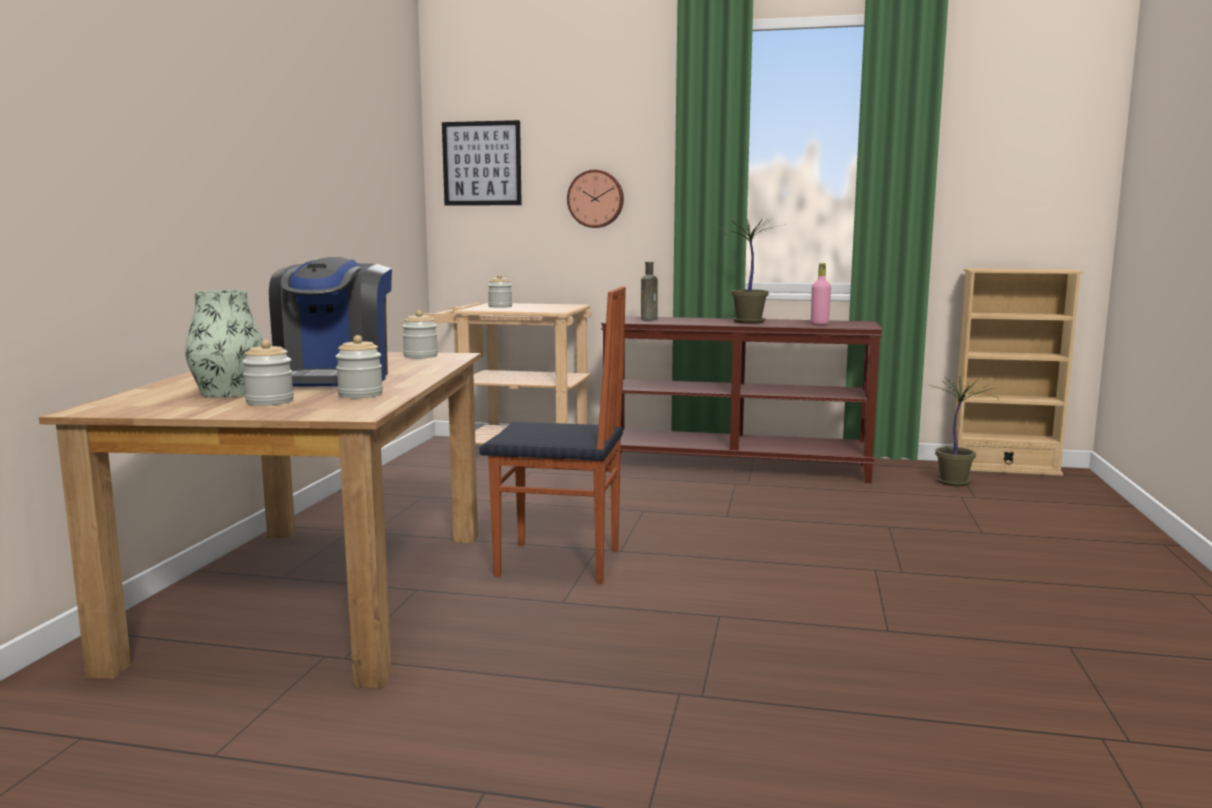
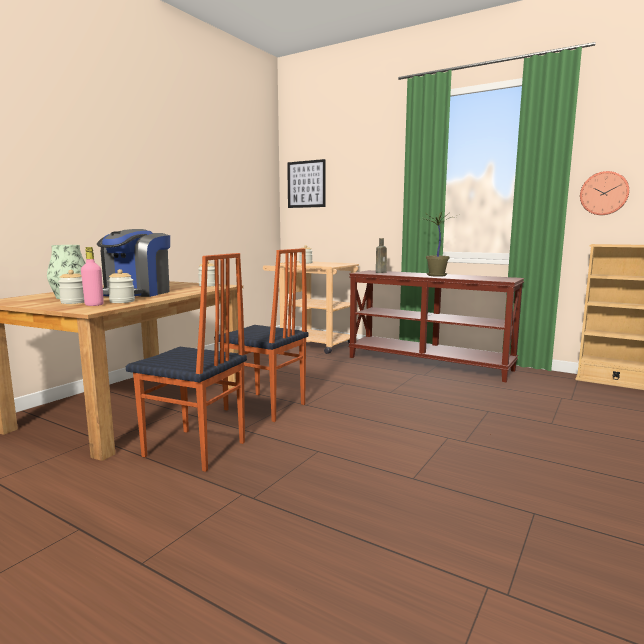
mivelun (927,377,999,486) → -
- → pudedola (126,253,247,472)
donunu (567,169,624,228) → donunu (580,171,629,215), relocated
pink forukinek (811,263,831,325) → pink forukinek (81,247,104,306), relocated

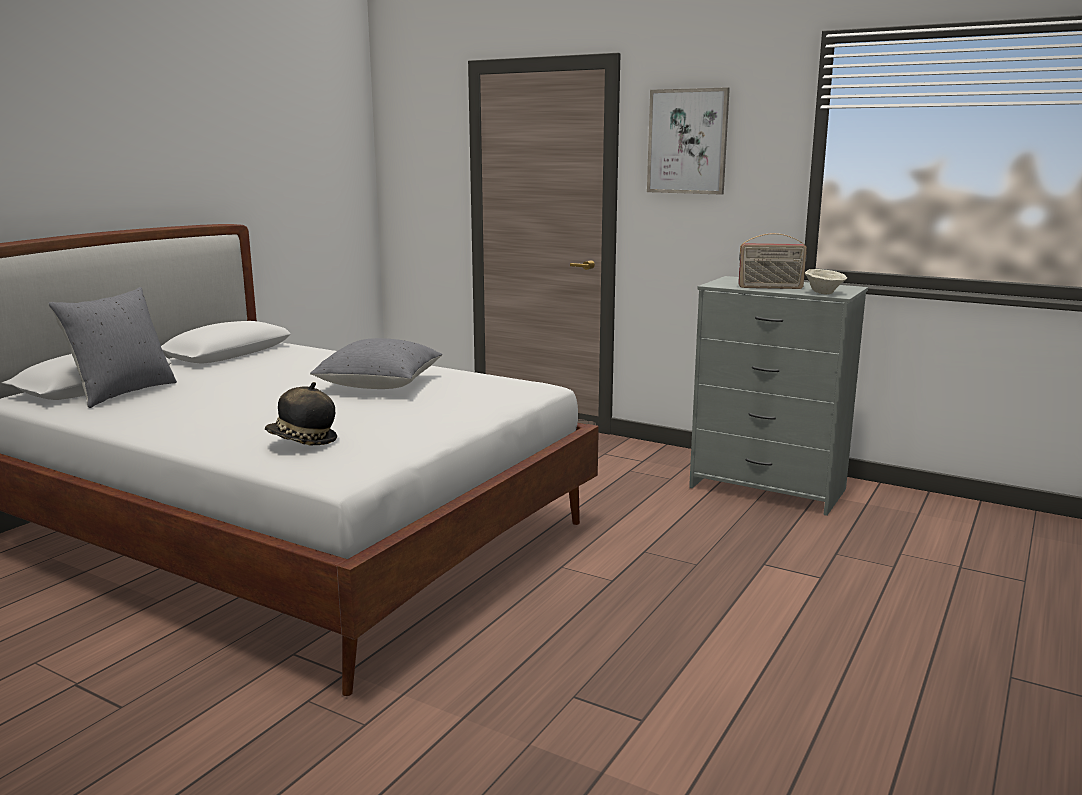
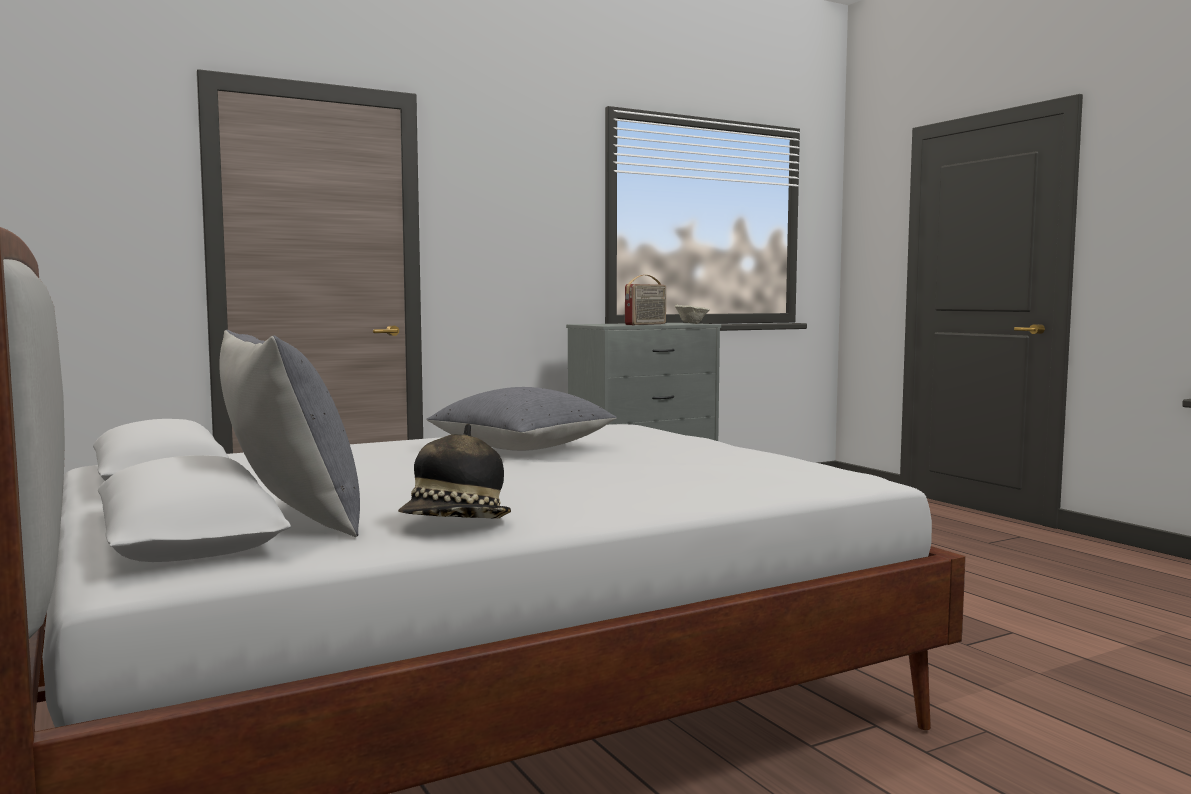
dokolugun (647,87,730,195) → -
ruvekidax (265,382,337,445) → ruvekidax (398,424,511,518), relocated

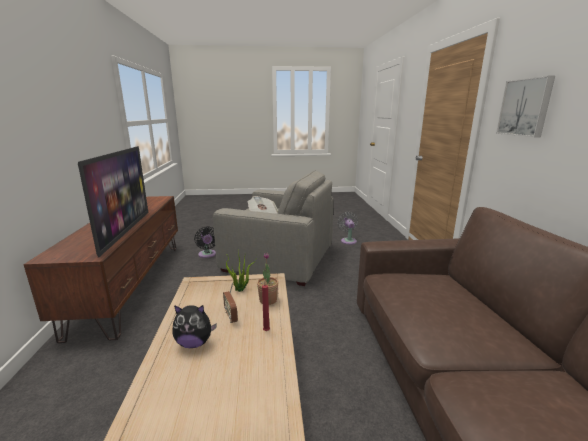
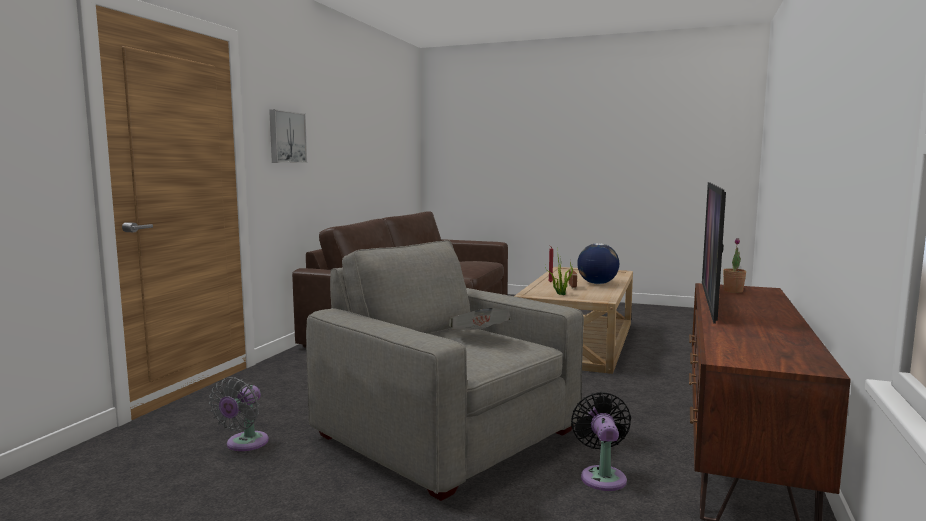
mivelun (257,252,278,305) → mivelun (723,238,746,293), relocated
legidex (172,305,217,348) → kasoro (577,243,619,284)

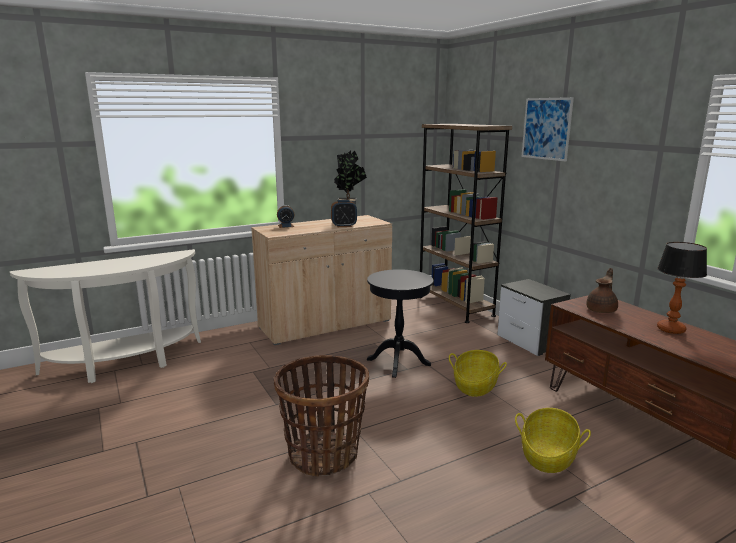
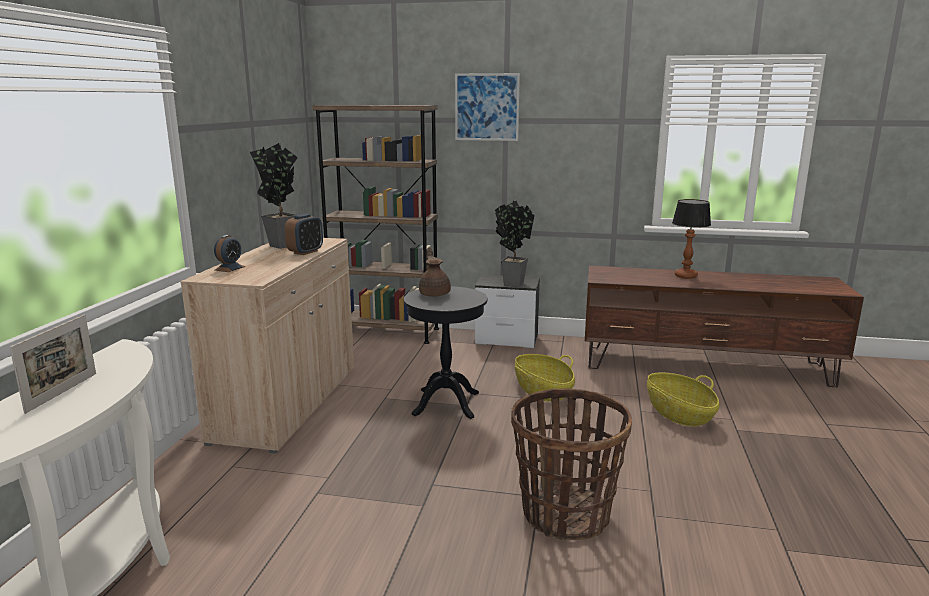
- → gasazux (10,315,96,414)
- → mivelun (495,200,535,287)
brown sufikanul (586,268,618,313) → brown sufikanul (419,247,451,297), relocated

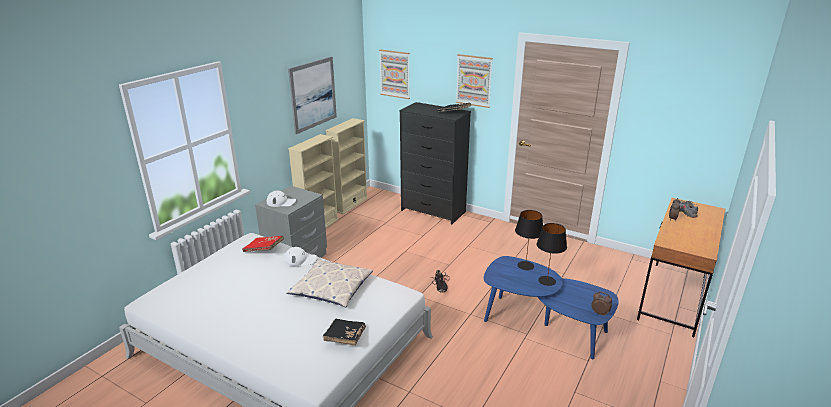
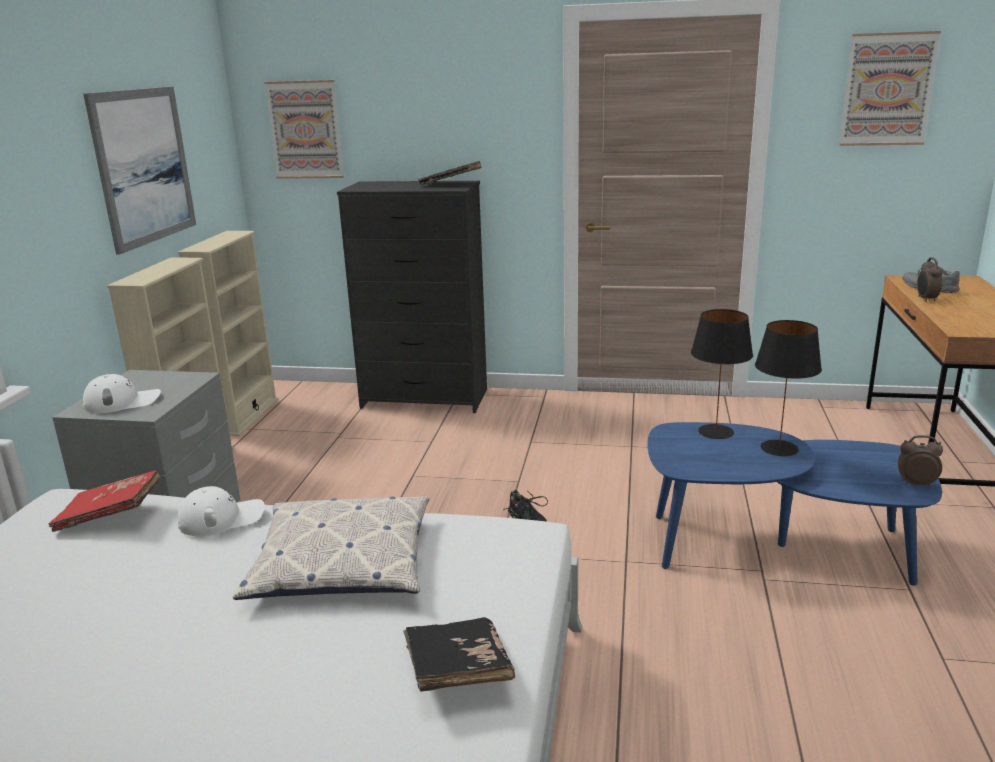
dokolugun (456,54,493,108) → dokolugun (839,31,941,146), relocated

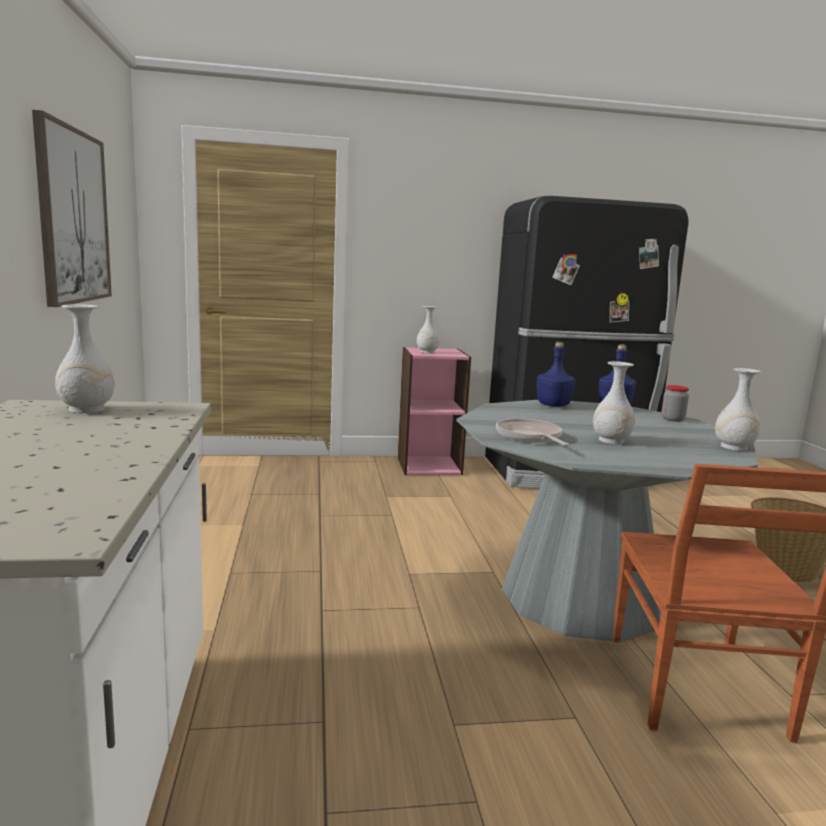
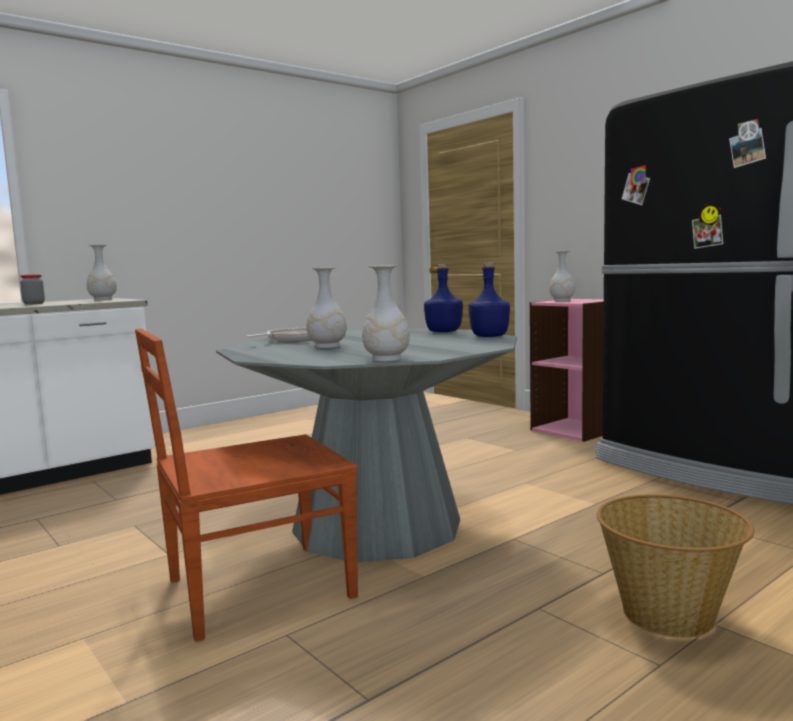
dokolugun (32,110,112,307) → -
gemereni (661,385,689,422) → gemereni (20,274,45,305), relocated

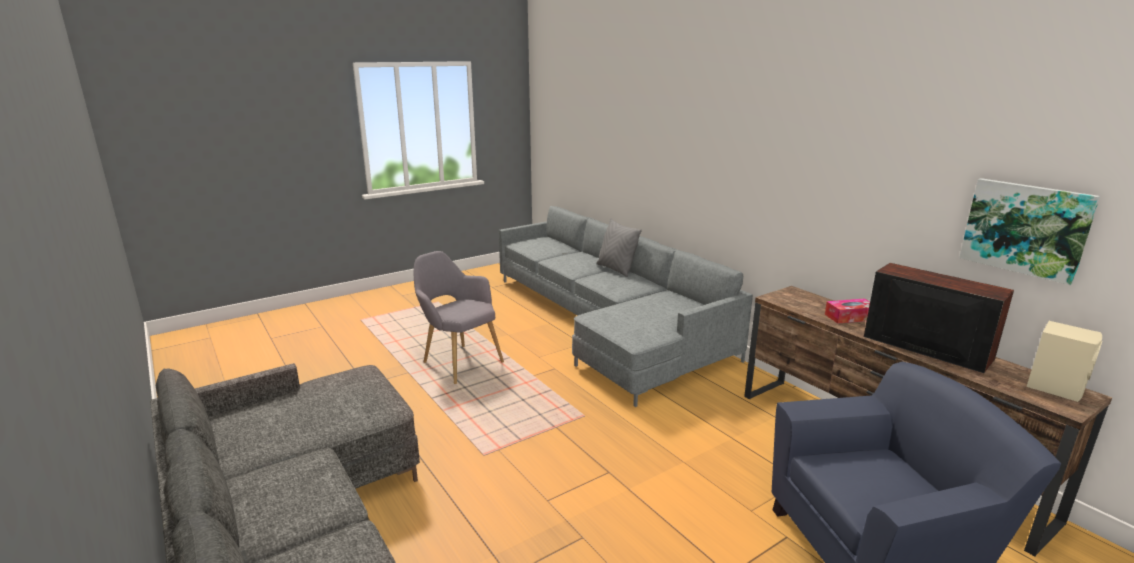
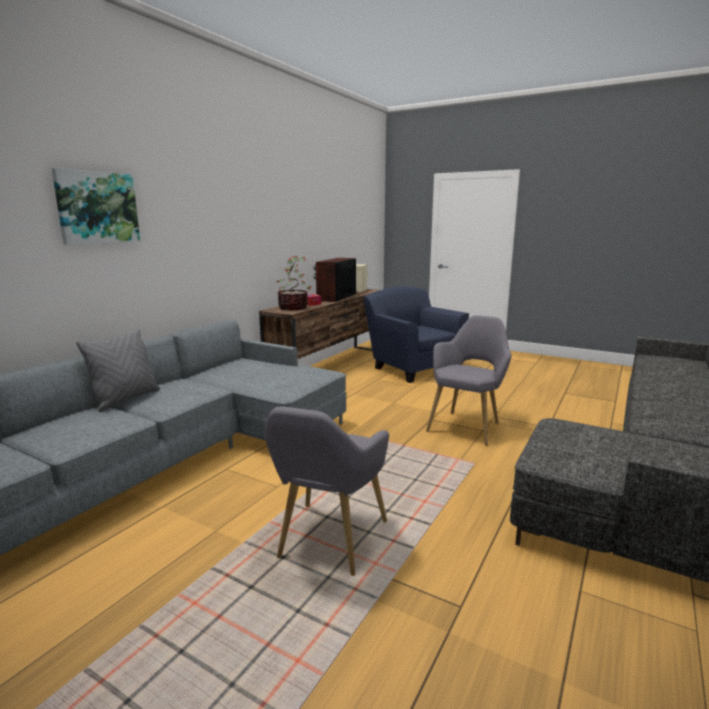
- → mivelun (277,256,312,310)
- → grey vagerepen (426,315,512,446)
dokolugun (959,178,1100,285) → dokolugun (52,168,140,245), relocated

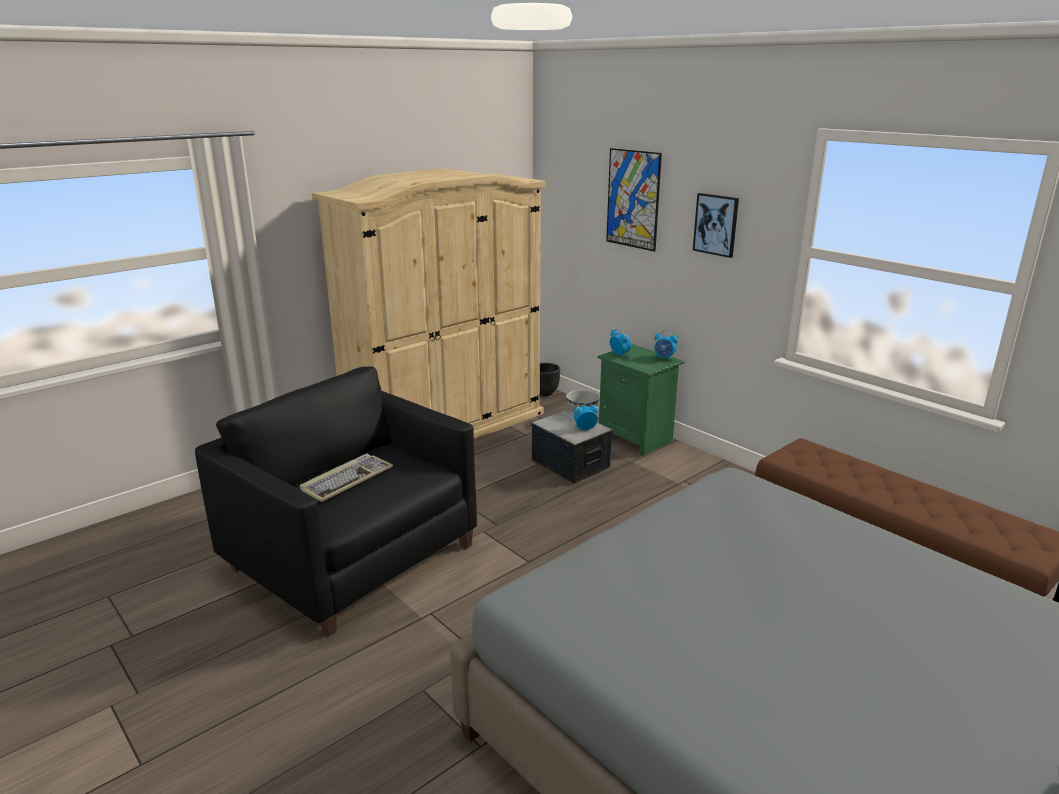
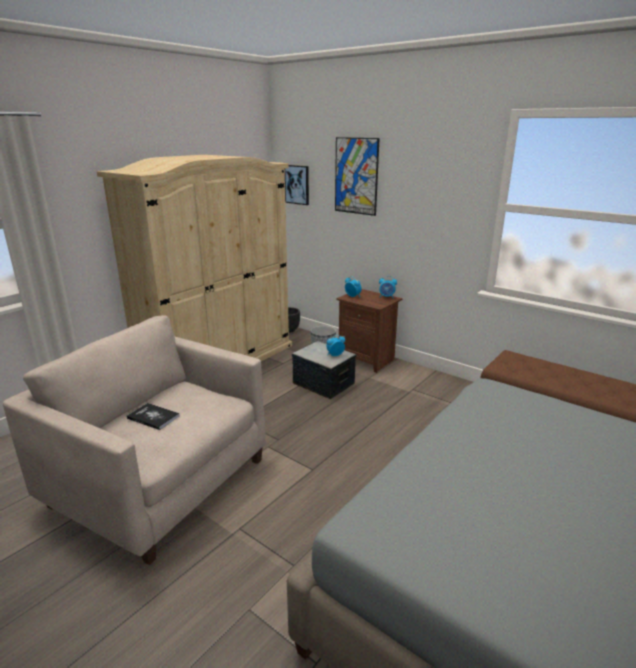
dokolugun (693,193,739,258) → dokolugun (285,165,309,205), relocated
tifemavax (300,454,393,502) → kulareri (127,403,180,430)
black vagerepen (195,366,477,637) → beige vagerepen (3,316,266,565)
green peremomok (597,344,685,456) → brown peremomok (336,289,403,373)

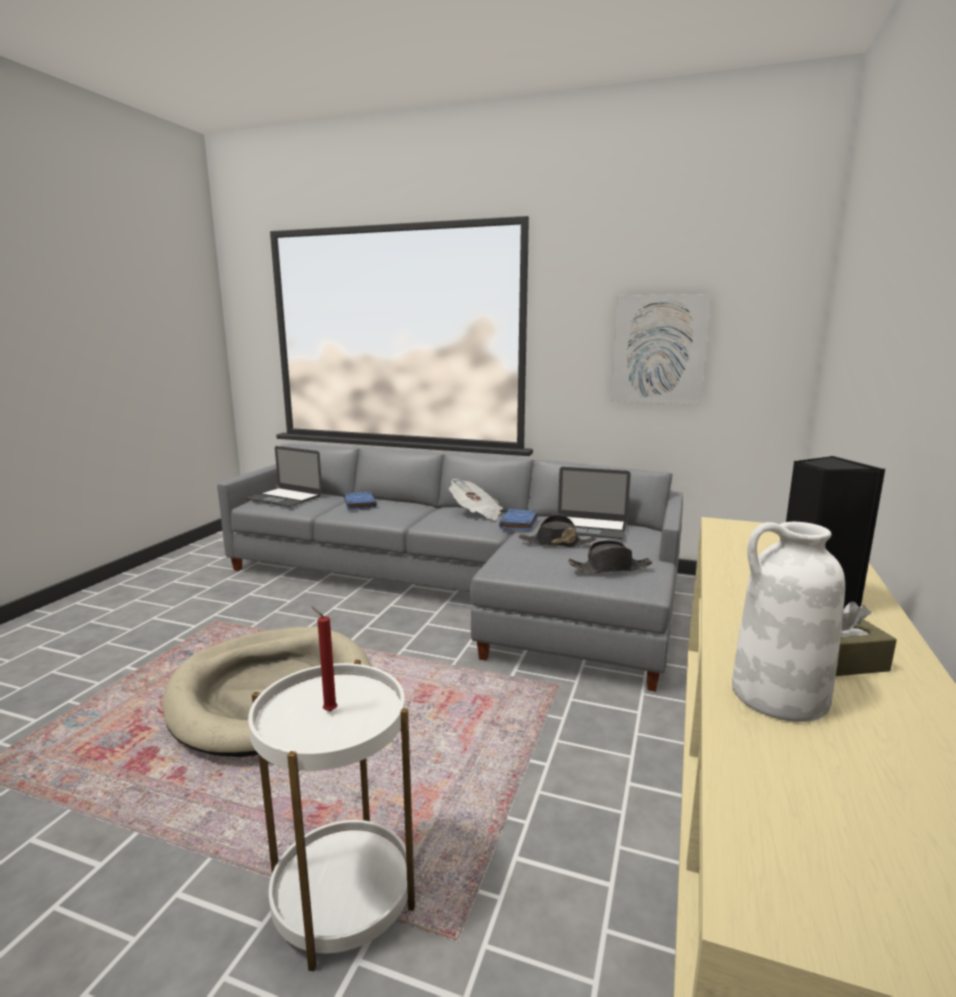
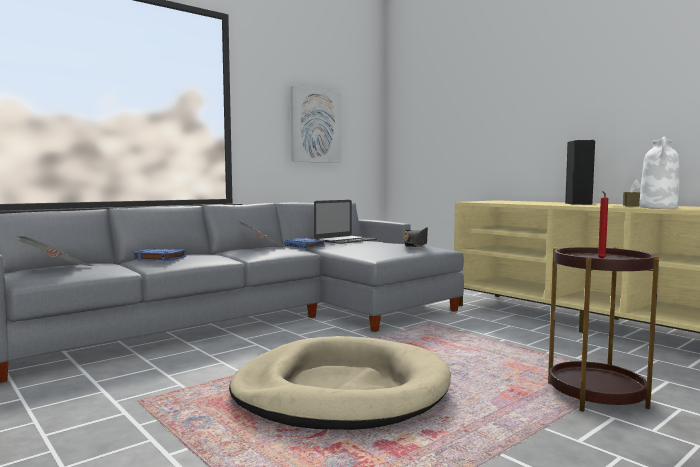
black ruvekidax (519,514,597,547) → -
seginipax (246,446,322,507) → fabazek (17,236,93,266)
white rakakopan (248,659,415,971) → brown rakakopan (548,247,659,412)

